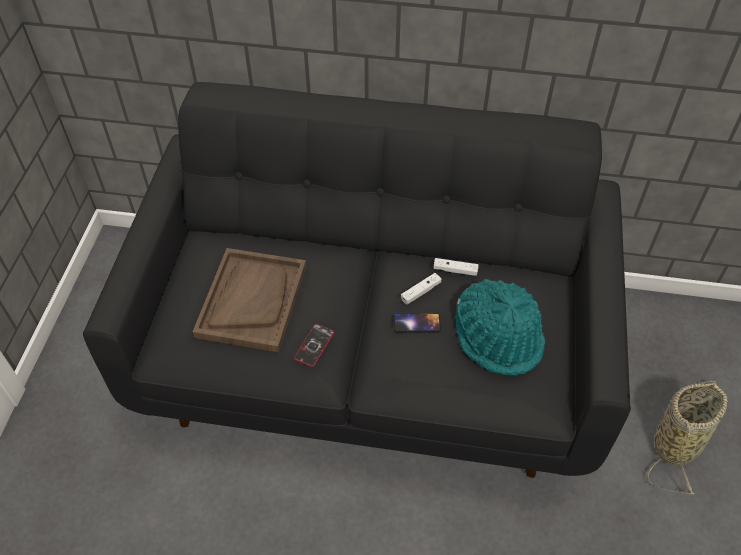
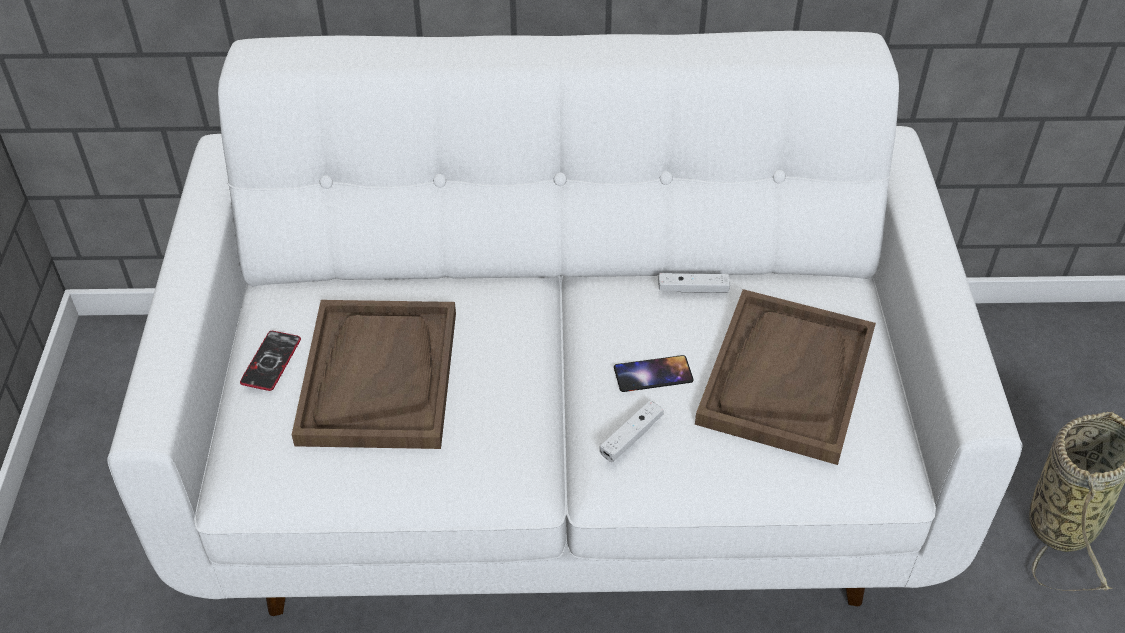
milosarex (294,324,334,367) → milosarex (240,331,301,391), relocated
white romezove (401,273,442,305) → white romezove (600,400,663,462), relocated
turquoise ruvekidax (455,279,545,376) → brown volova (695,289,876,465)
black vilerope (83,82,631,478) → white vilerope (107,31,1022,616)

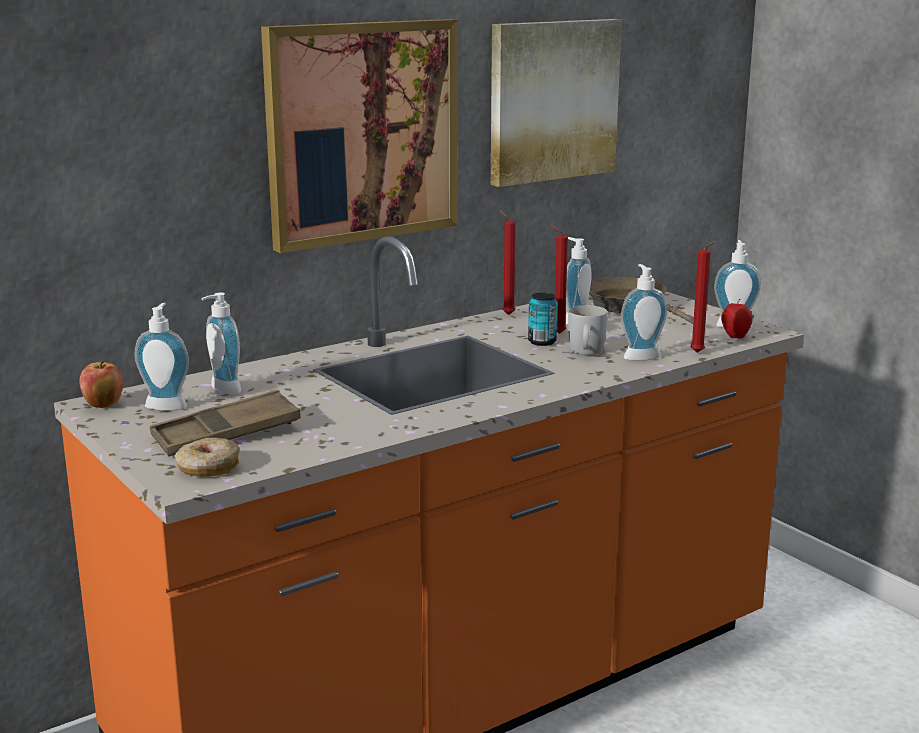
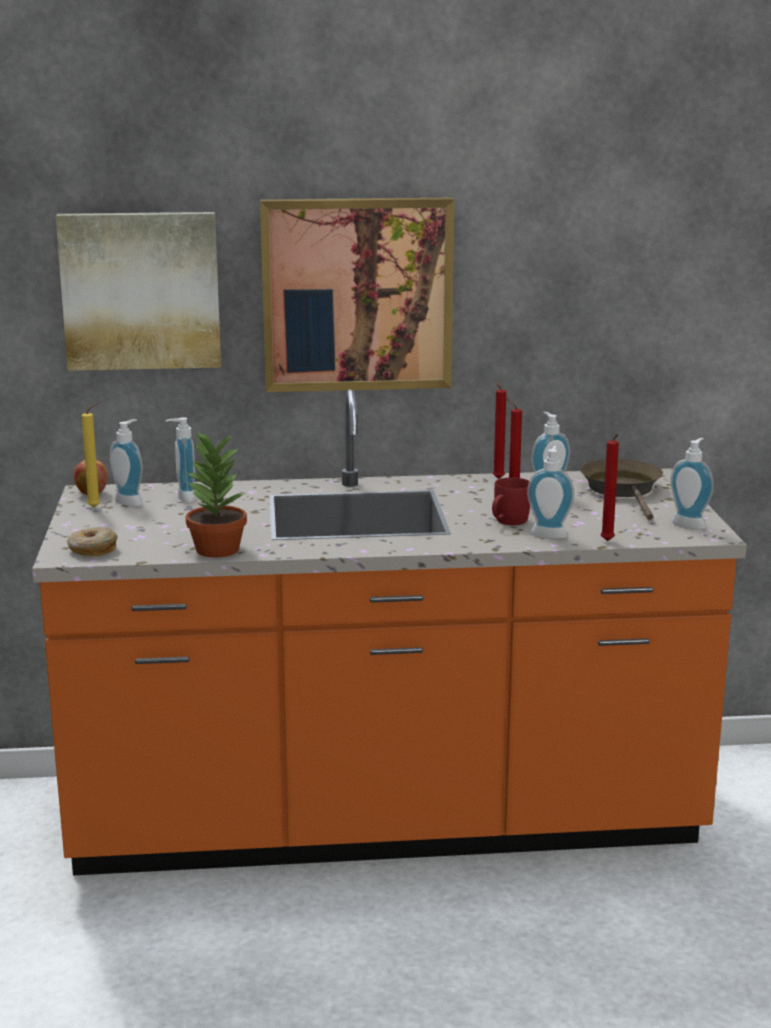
brown volova (150,390,301,456) → -
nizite (528,293,558,346) → -
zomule (721,299,753,339) → -
- → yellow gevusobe (82,403,100,508)
- → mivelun (185,431,247,557)
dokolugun (491,19,622,187) → dokolugun (56,212,221,371), relocated
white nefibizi (568,305,608,355) → red nefibizi (492,477,530,525)

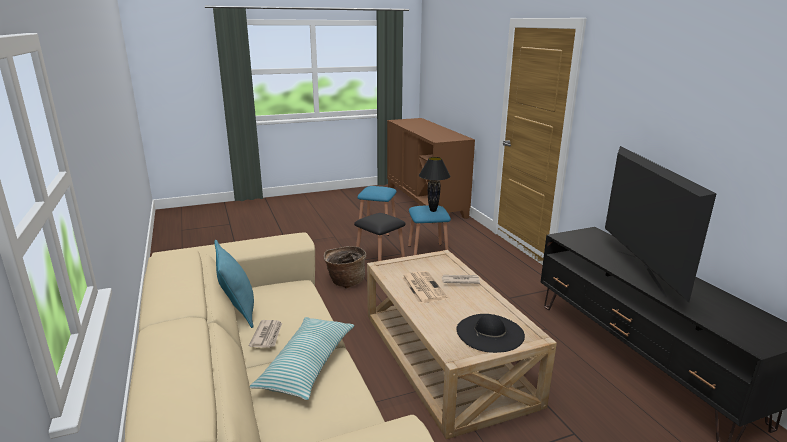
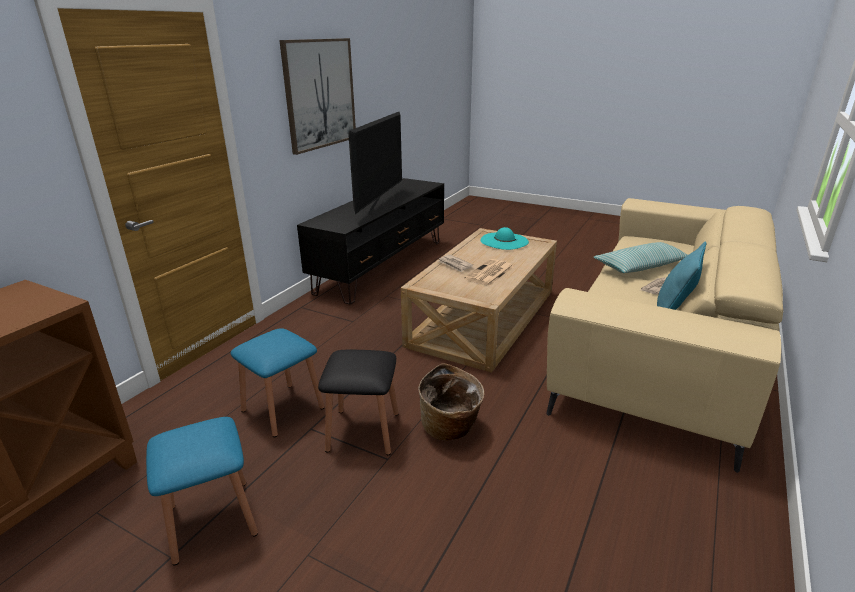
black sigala (419,157,450,212) → -
- → dokolugun (279,38,356,155)
black ruvekidax (456,314,525,353) → turquoise ruvekidax (480,227,529,250)
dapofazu (605,146,716,302) → dapofazu (348,112,402,217), 150 degrees clockwise

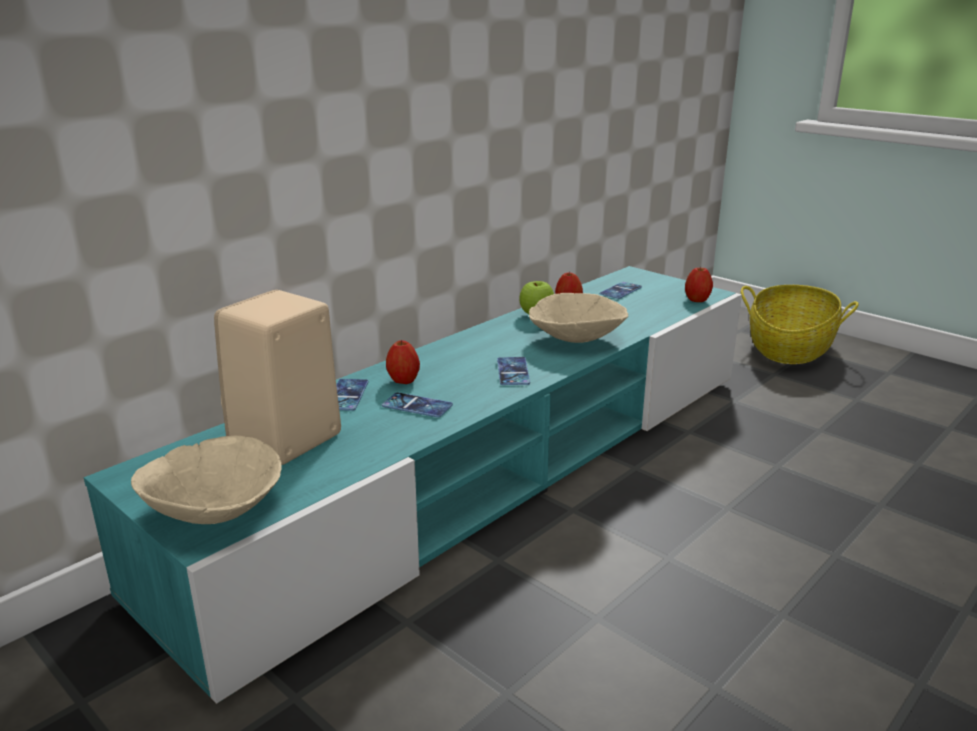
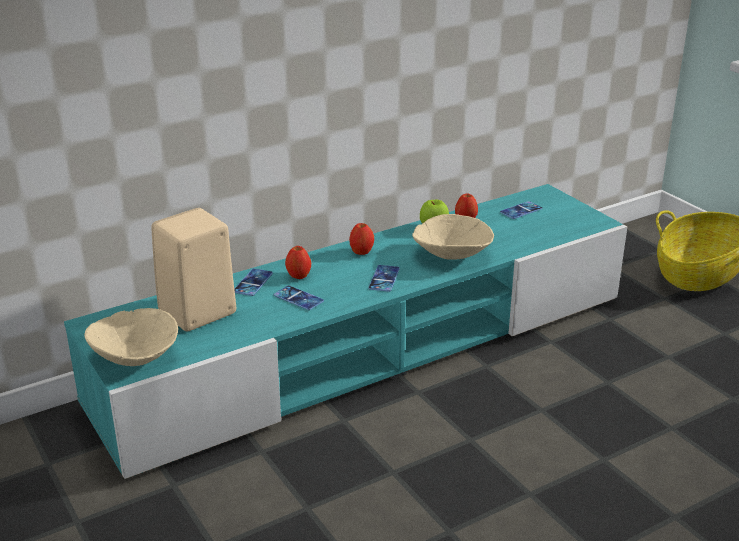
zomule (685,266,713,302) → zomule (349,223,374,255), relocated

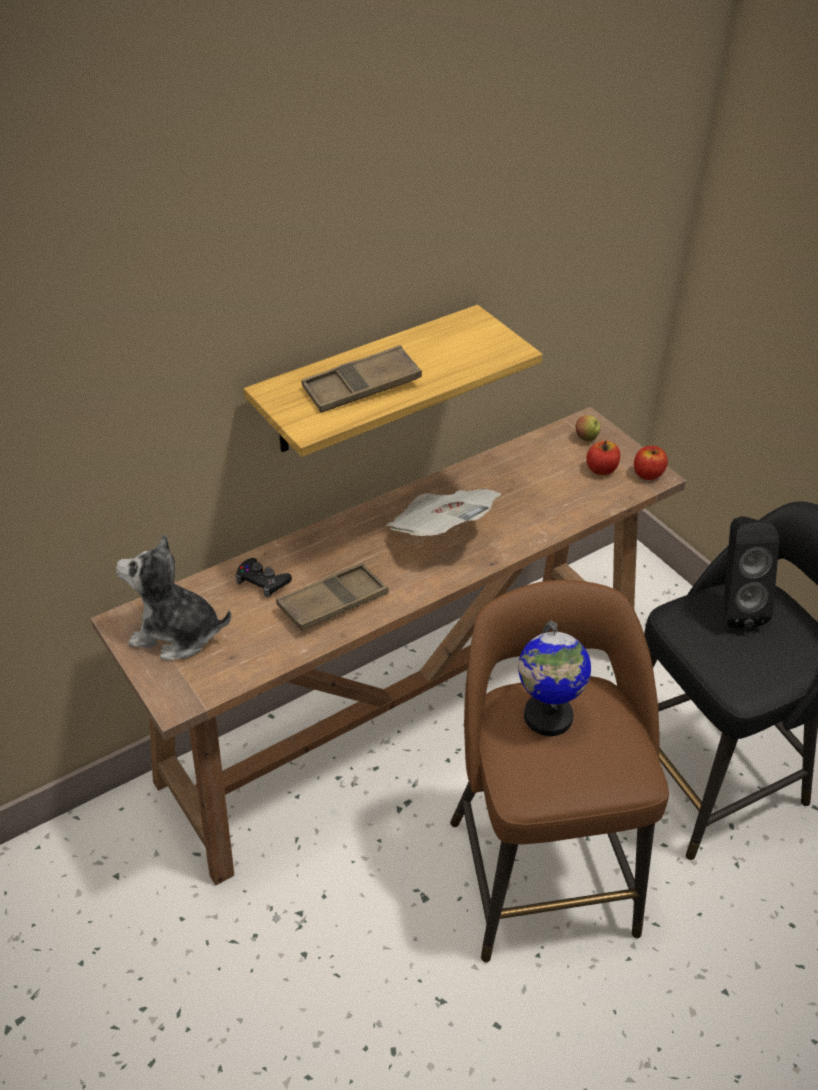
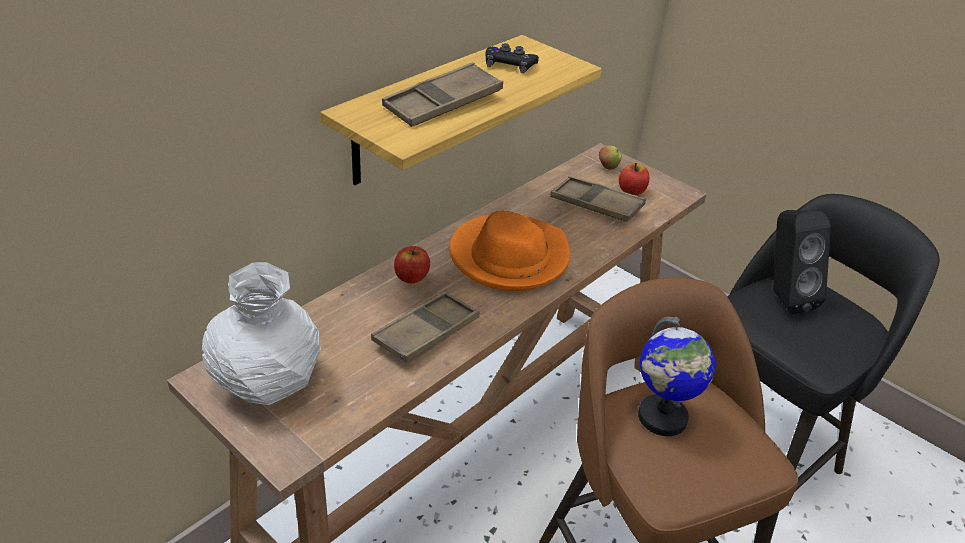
- → brown volova (551,176,646,222)
black romezove (235,558,292,598) → black romezove (485,43,539,74), relocated
zomule (634,446,668,480) → zomule (394,246,430,283), relocated
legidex (116,534,231,660) → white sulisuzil (202,262,320,405)
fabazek (385,488,501,536) → orange ruvekidax (449,211,570,291)

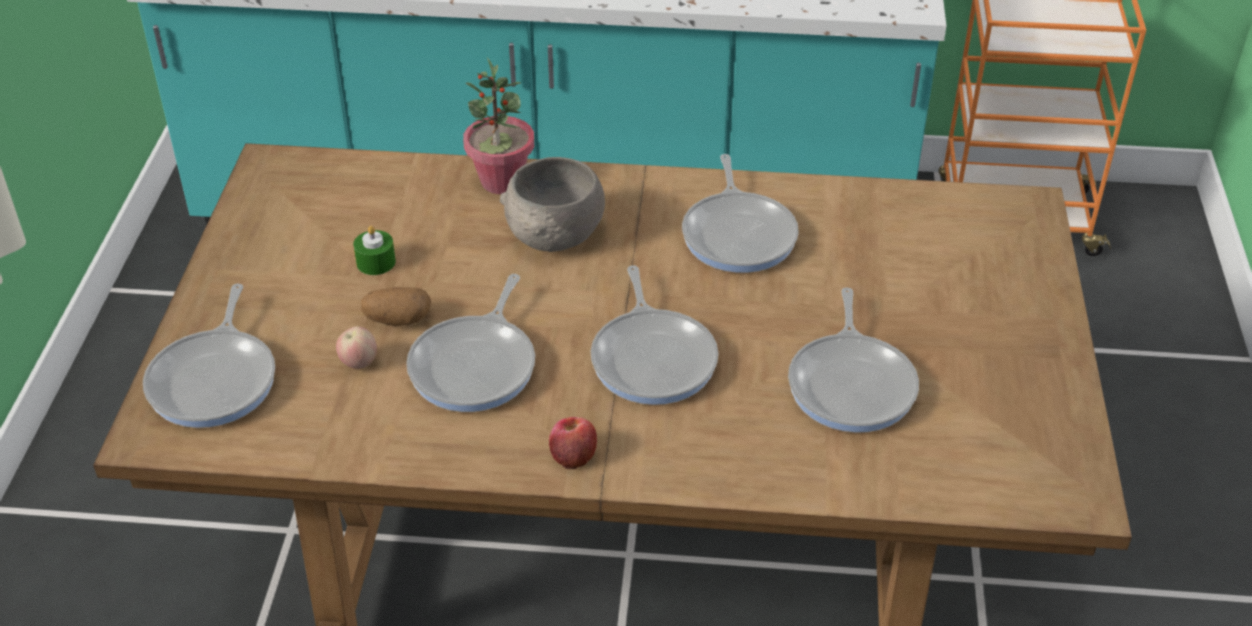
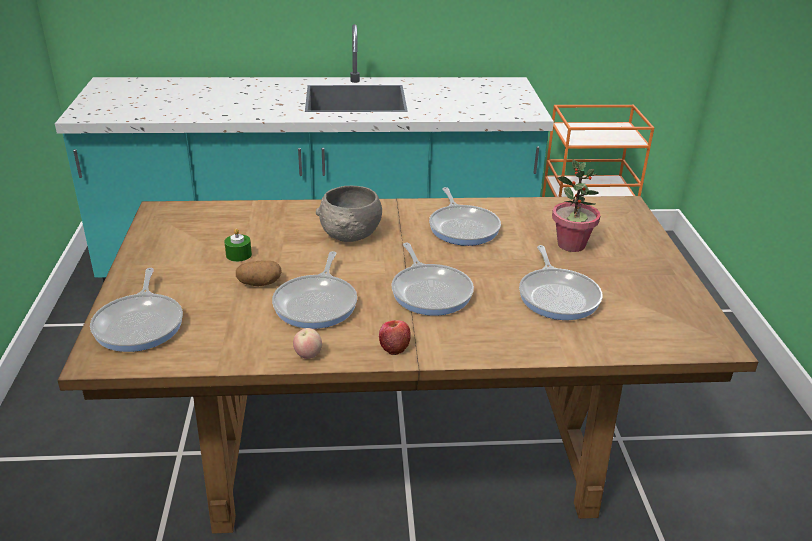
zomule (336,326,377,369) → zomule (293,328,322,359), relocated
mivelun (463,58,534,194) → mivelun (552,159,600,252), relocated

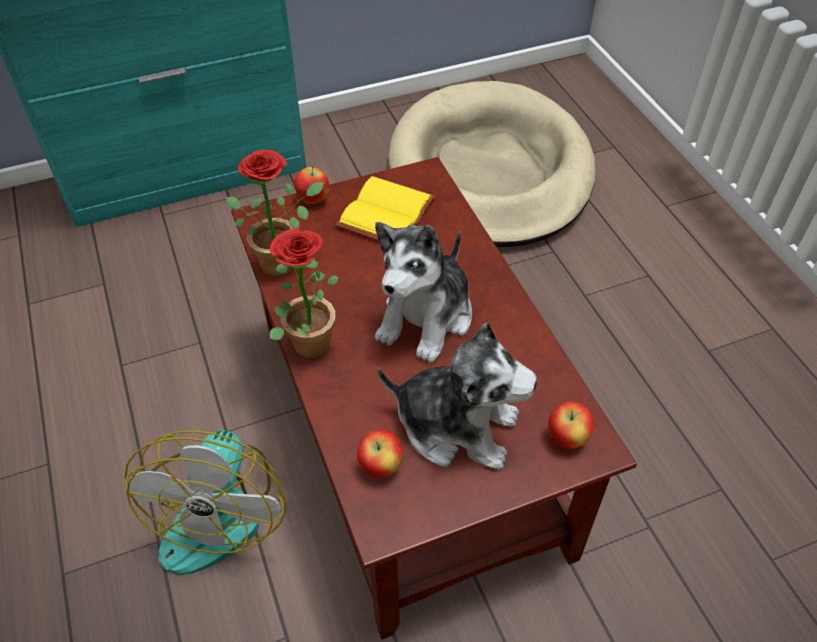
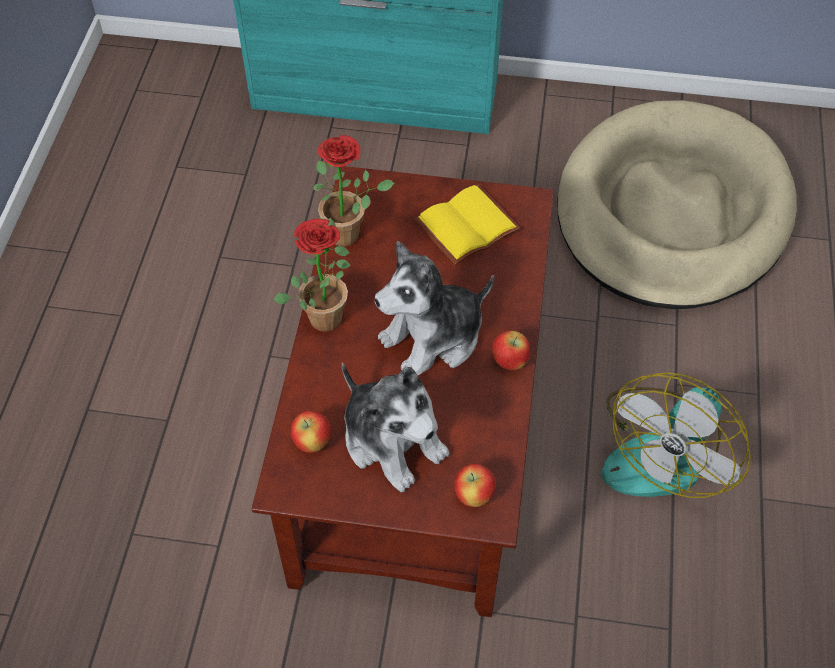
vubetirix (124,430,286,575) → vubetirix (602,372,751,498), relocated
zomule (294,166,329,204) → zomule (492,331,530,370), relocated

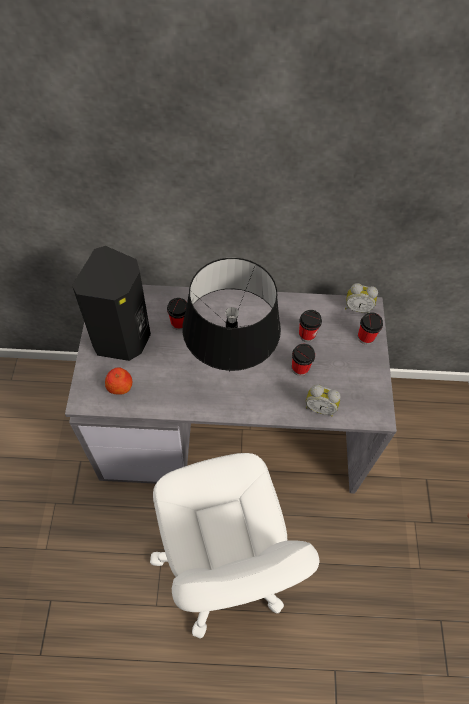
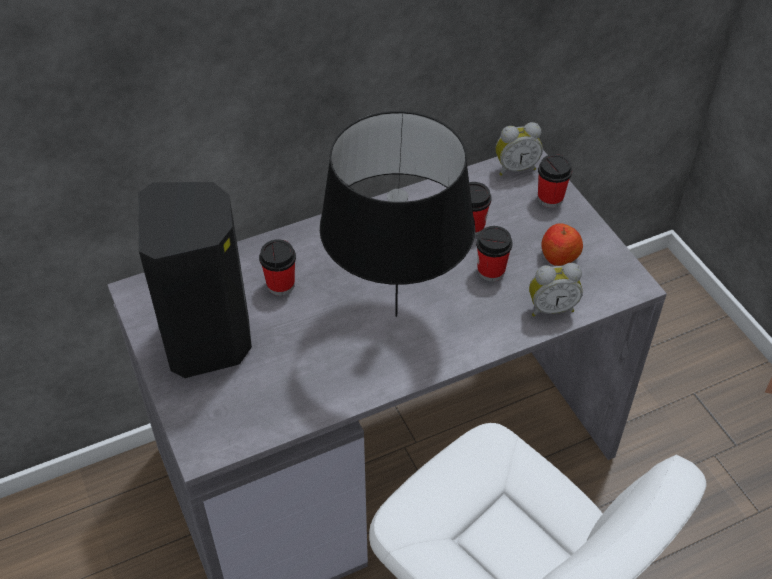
zomule (105,367,132,395) → zomule (541,223,583,266), relocated

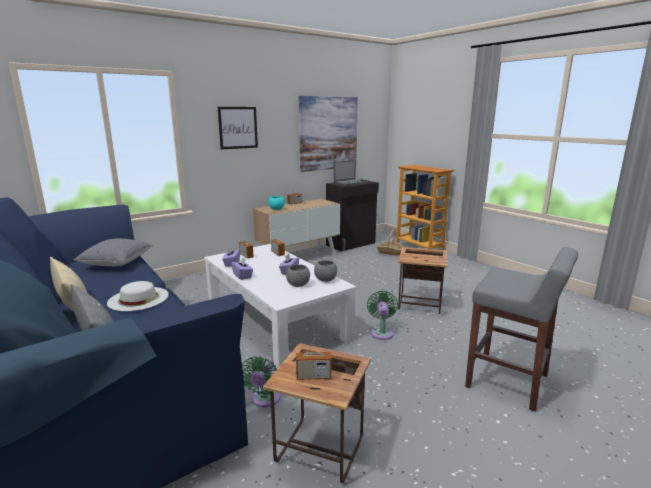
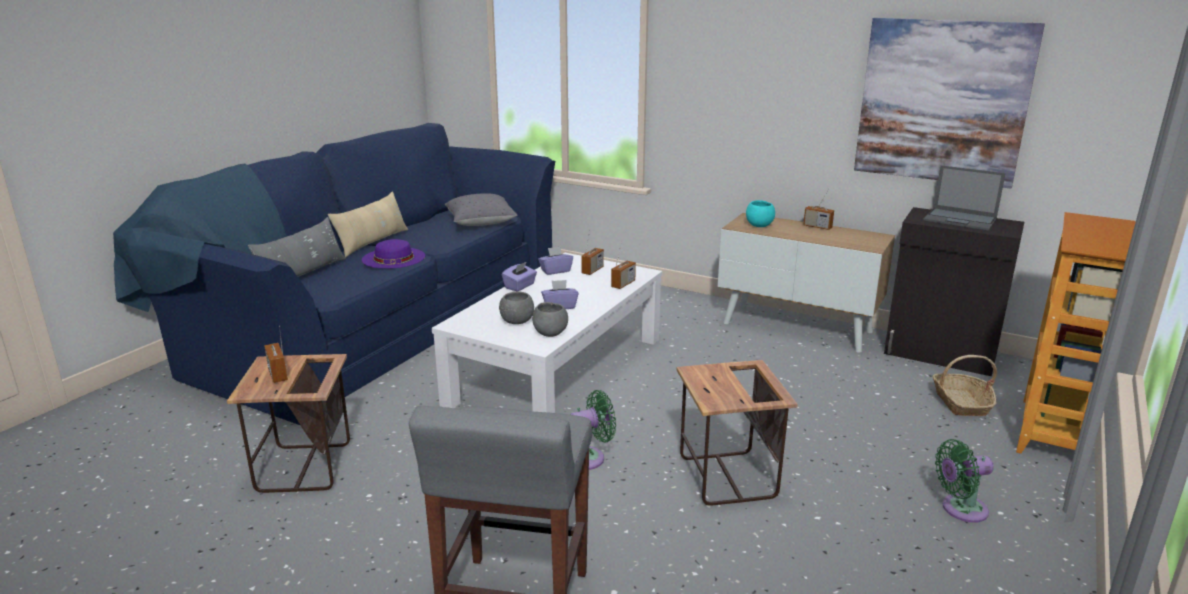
dokolugun (218,107,258,149) → -
green vubetirix (242,356,281,407) → green vubetirix (935,439,994,523), relocated
white ruvekidax (107,281,169,311) → purple ruvekidax (362,239,425,269)

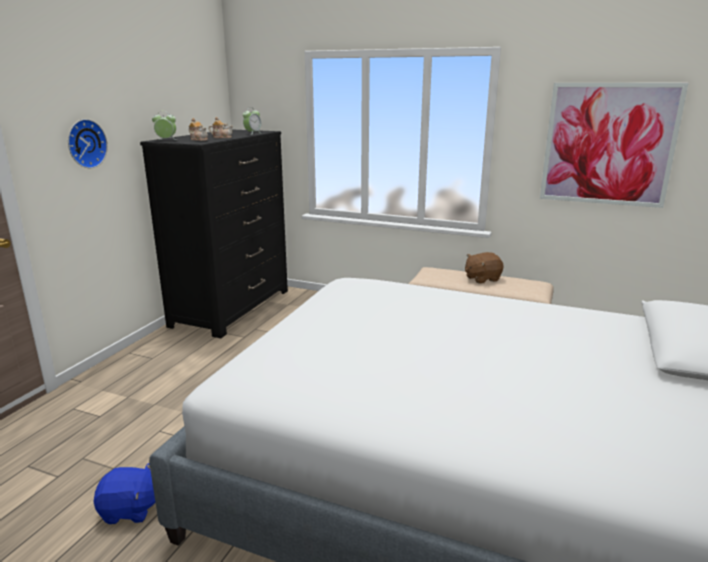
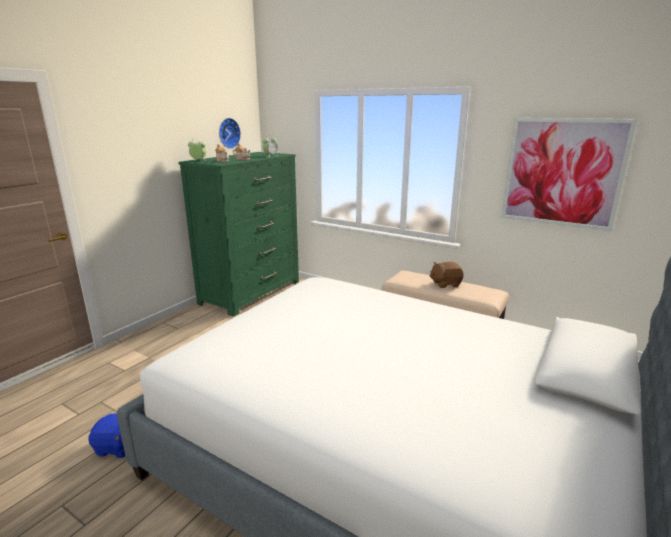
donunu (68,119,108,168) → donunu (219,118,241,149), relocated
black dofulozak (140,129,288,338) → green dofulozak (178,152,299,317)

